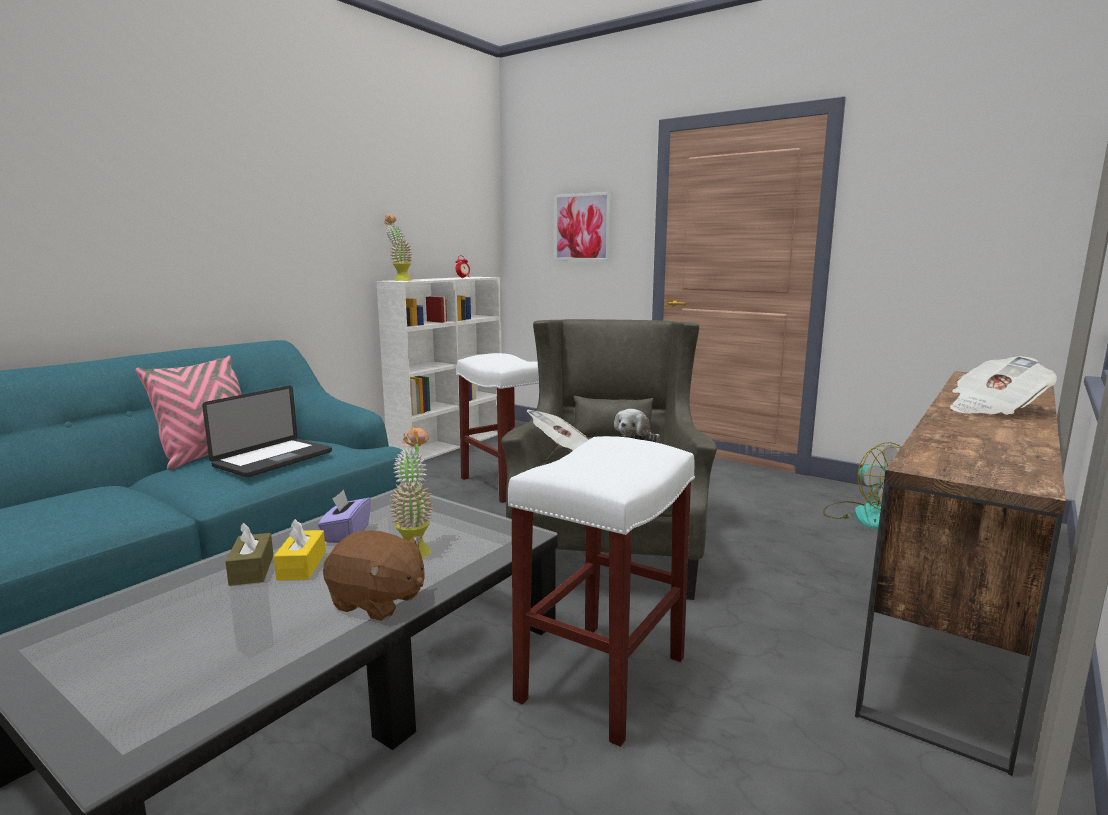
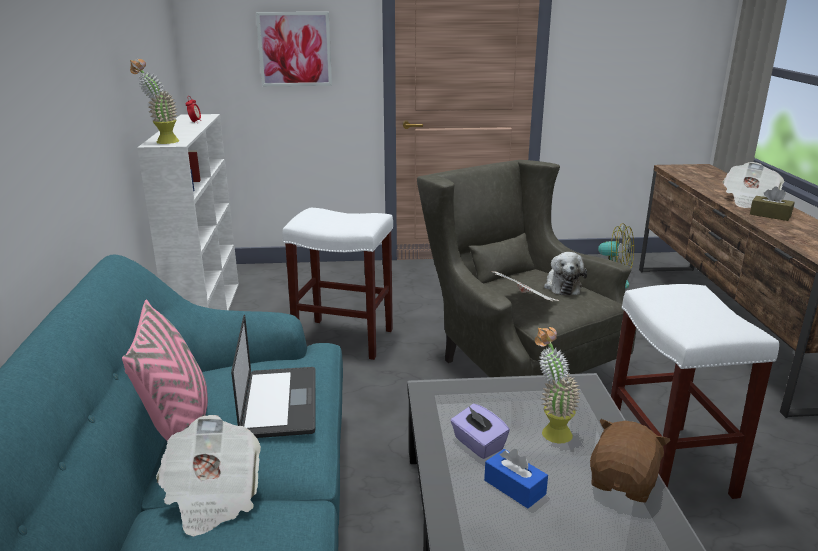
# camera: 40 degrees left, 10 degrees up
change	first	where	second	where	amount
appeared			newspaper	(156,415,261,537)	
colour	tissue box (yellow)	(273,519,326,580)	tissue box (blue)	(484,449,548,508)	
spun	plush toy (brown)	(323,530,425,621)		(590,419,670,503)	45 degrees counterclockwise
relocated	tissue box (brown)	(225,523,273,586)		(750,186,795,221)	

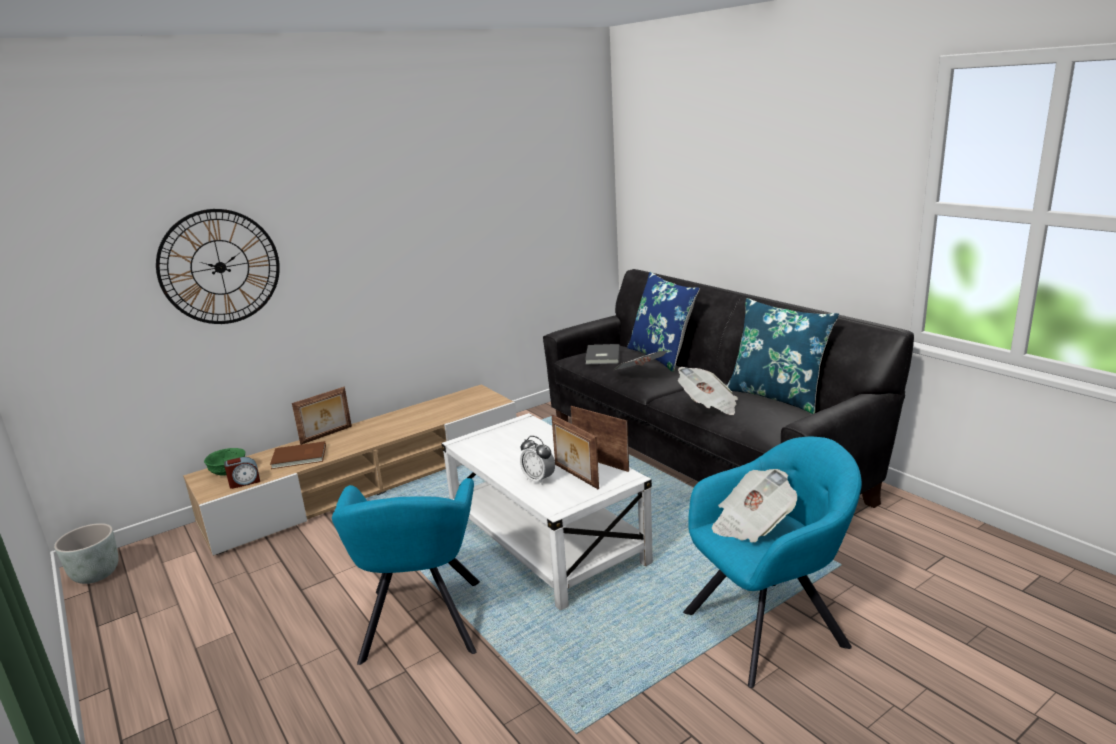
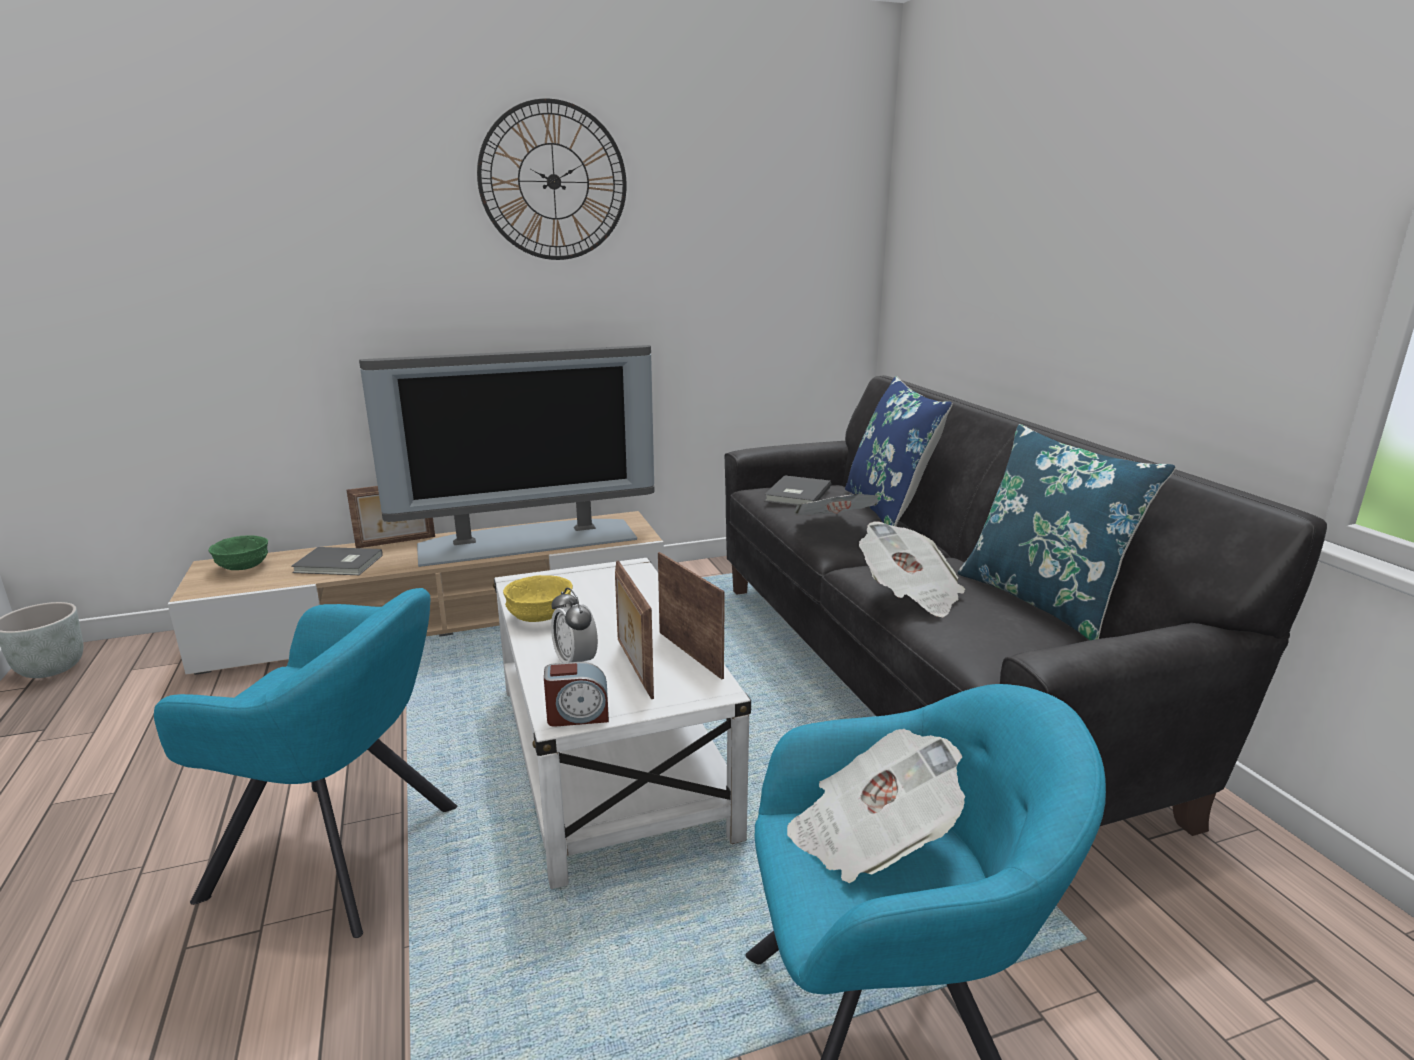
# camera: 15 degrees right, 0 degrees up
change	first	where	second	where	amount
spun	armchair (turquoise)	(332,478,480,665)		(154,588,457,938)	90 degrees counterclockwise
colour	book (brown)	(270,441,326,469)	book (grey)	(291,547,383,575)	
appeared			television	(359,345,654,567)	
relocated	wall clock	(156,209,280,324)		(477,98,627,260)	
appeared			bowl (yellow)	(503,575,573,622)	
relocated	alarm clock	(224,457,260,489)		(544,662,609,727)	

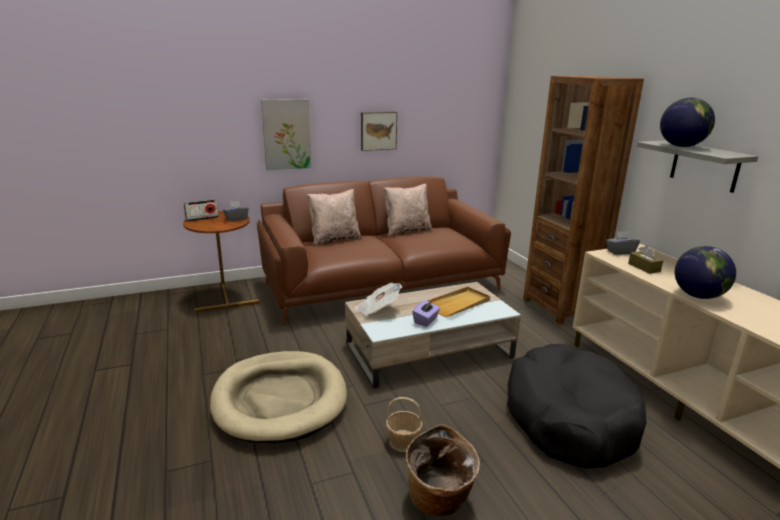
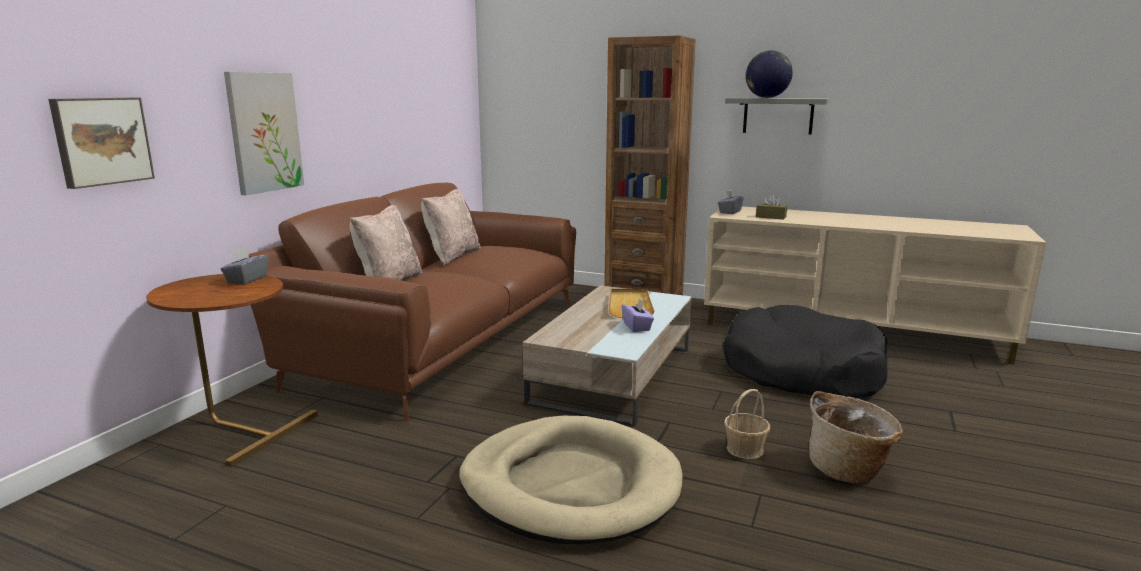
# camera: 45 degrees left, 5 degrees down
change	first	where	second	where	amount
relocated	picture	(361,112,397,151)		(48,98,155,189)	
missing	radio	(184,199,219,221)			
missing	newspaper	(355,282,402,316)			
missing	globe	(675,246,736,299)			

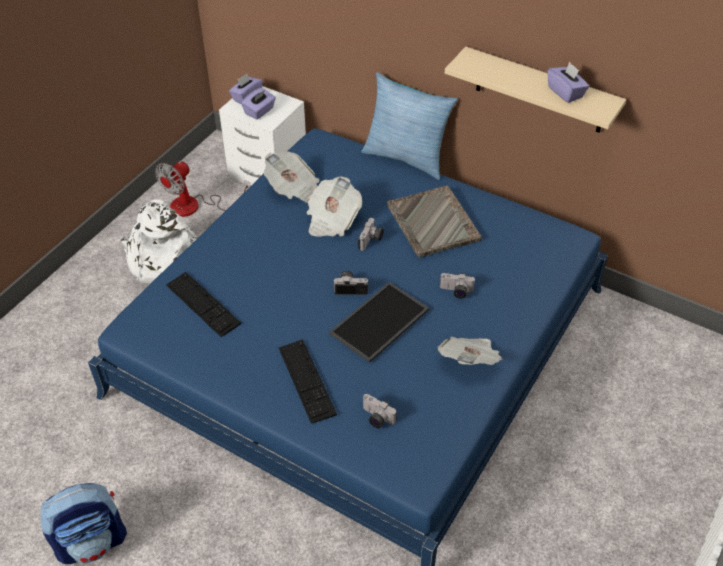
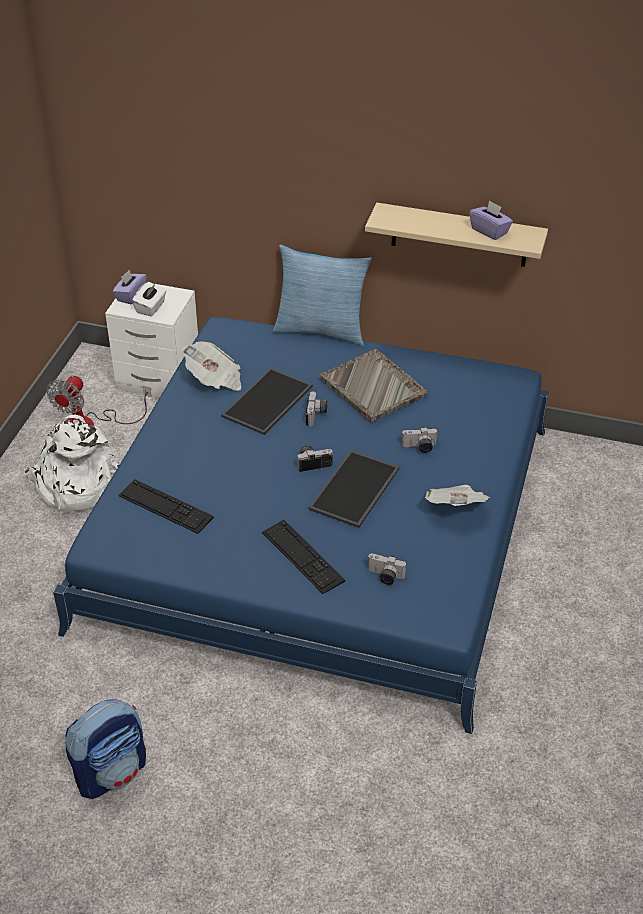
# camera: 15 degrees left, 5 degrees down
change	first	where	second	where	amount
colour	tissue box (purple)	(241,87,276,120)	tissue box (white)	(132,282,167,316)	
exchanged	newspaper	(307,176,362,237)	tray	(221,368,313,435)	

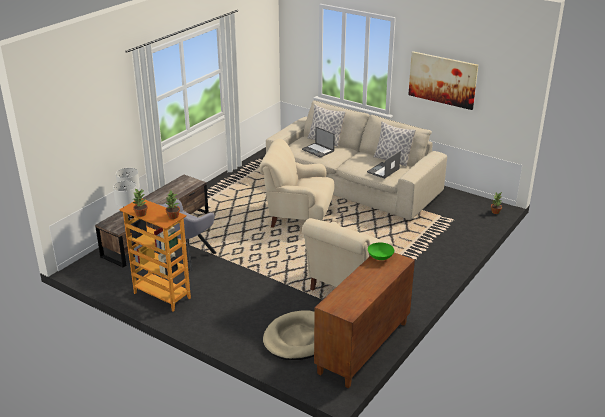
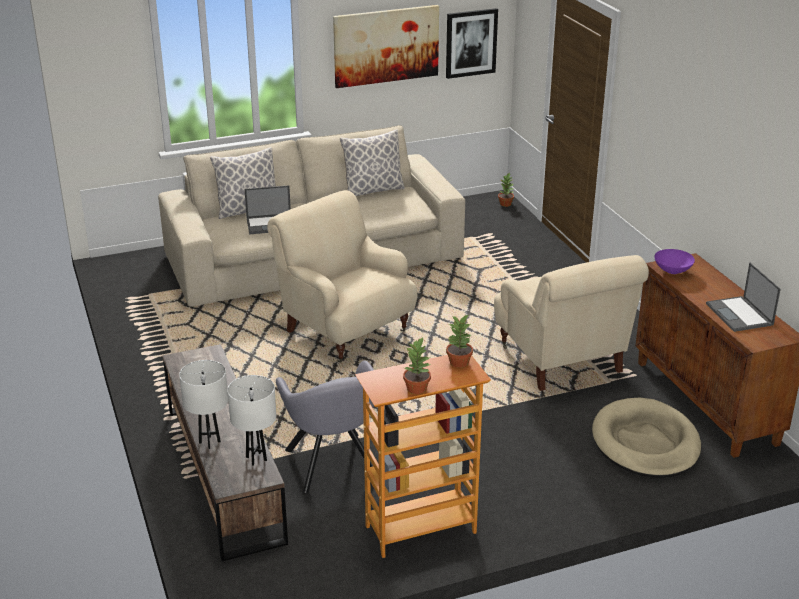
# camera: 55 degrees left, 0 degrees up
change	first	where	second	where	amount
spun	armchair (beige)	(259,139,335,228)		(267,190,417,362)	90 degrees clockwise
appeared			picture	(446,8,498,79)	
colour	bowl (green)	(368,242,394,260)	bowl (purple)	(654,249,695,274)	
relocated	laptop	(367,151,401,179)		(706,263,781,332)	

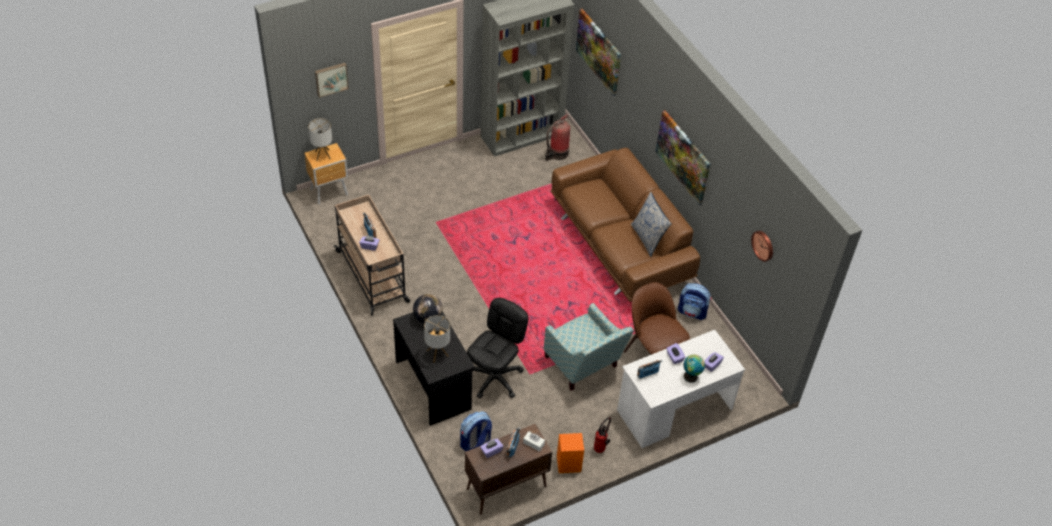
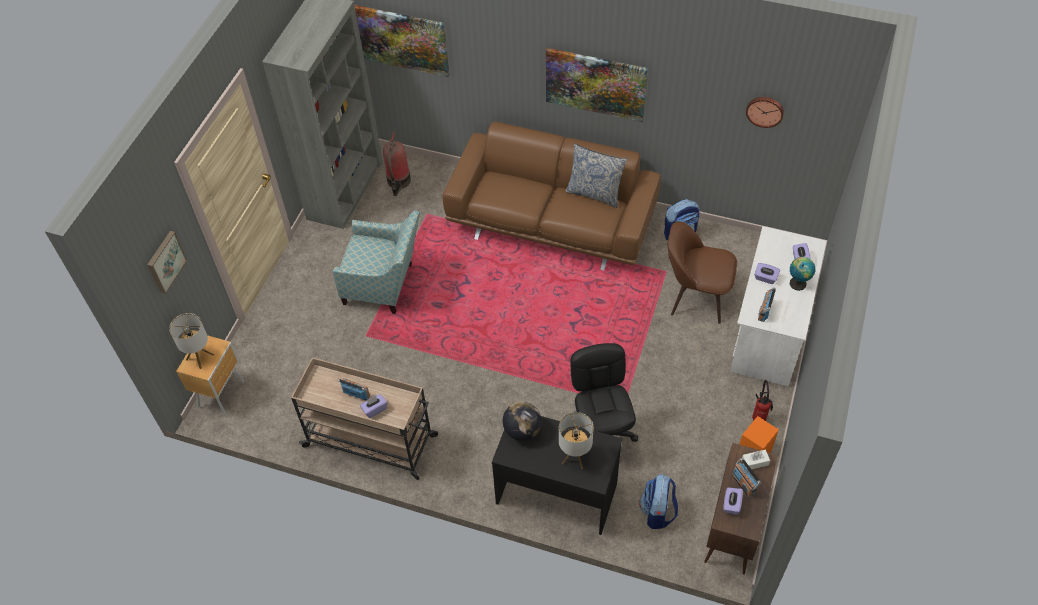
# camera: 40 degrees left, 5 degrees up
change	first	where	second	where	amount
relocated	armchair	(544,303,634,391)		(332,210,420,314)	

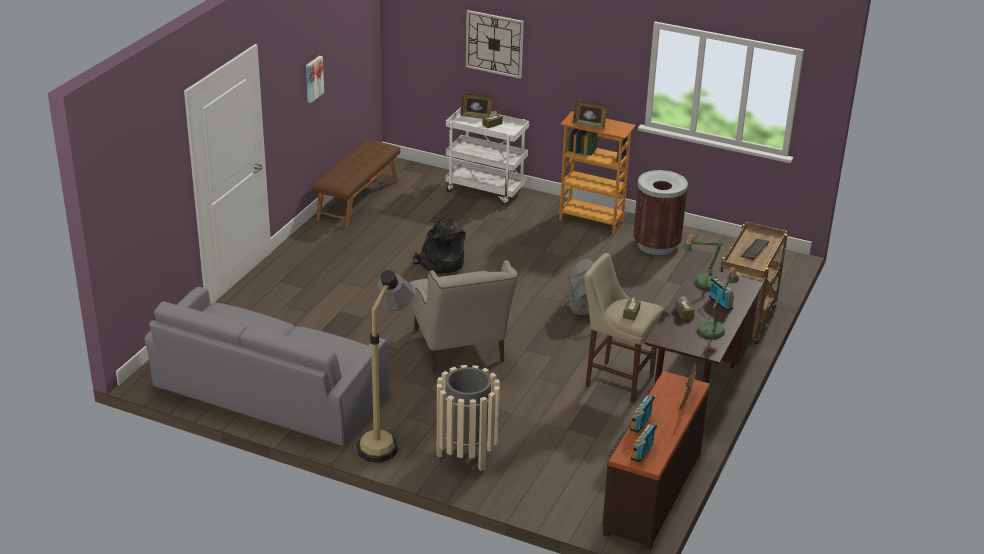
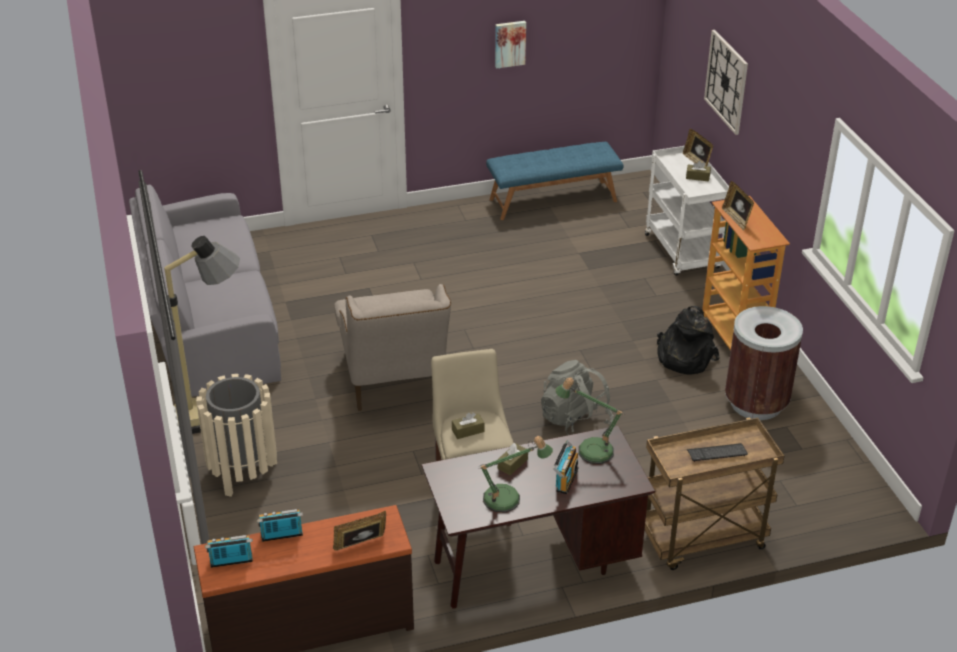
# camera: 50 degrees right, 5 degrees up
change	first	where	second	where	amount
spun	armchair (beige)	(409,260,518,373)		(335,284,451,411)	45 degrees counterclockwise
colour	bench (brown)	(312,140,400,228)	bench (blue)	(486,142,624,220)	
relocated	backpack (black)	(413,217,466,274)		(657,306,720,375)	

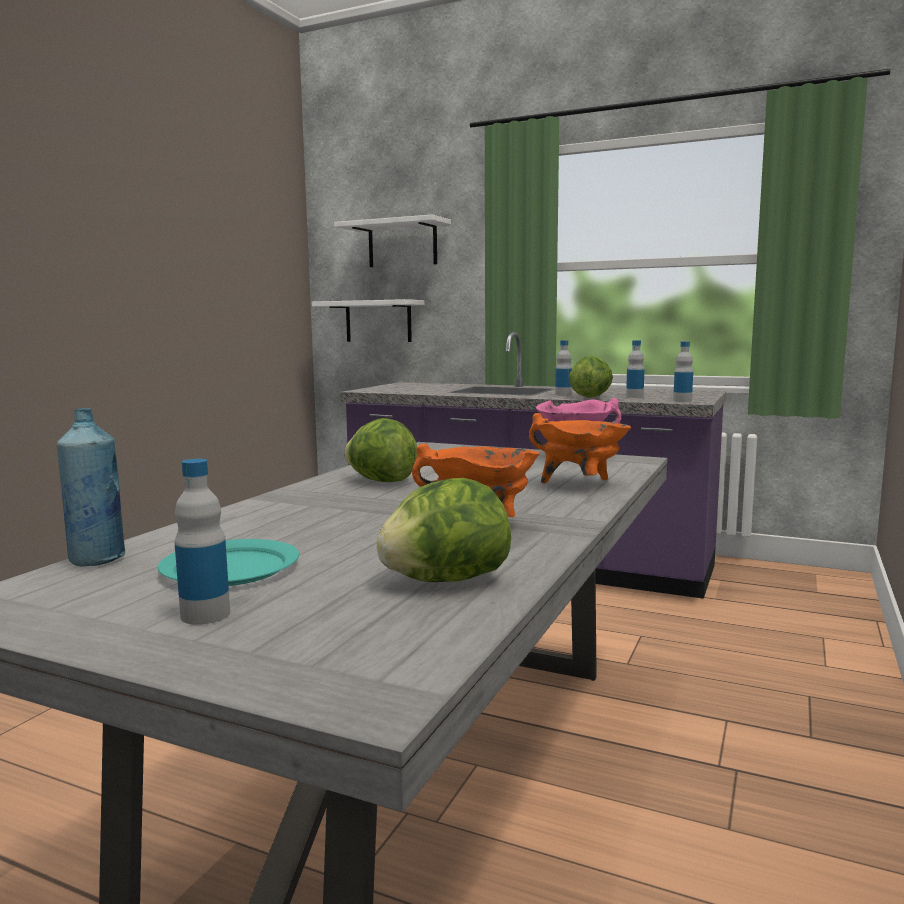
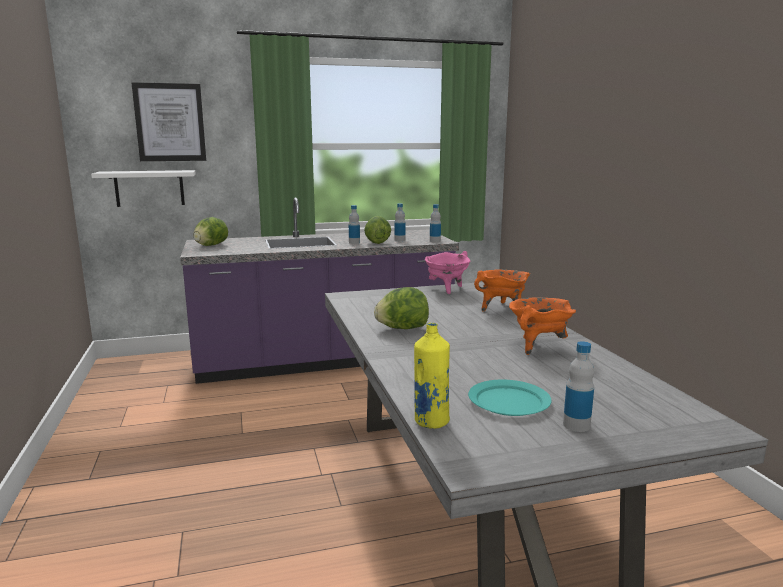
# camera: 40 degrees left, 5 degrees up
change	first	where	second	where	amount
exchanged	shelf (white)	(334,214,451,267)	picture	(131,82,206,161)	
relocated	lettuce	(377,478,511,582)		(193,217,228,246)	
colour	bottle (blue)	(57,408,125,567)	bottle (yellow)	(414,323,450,429)	

